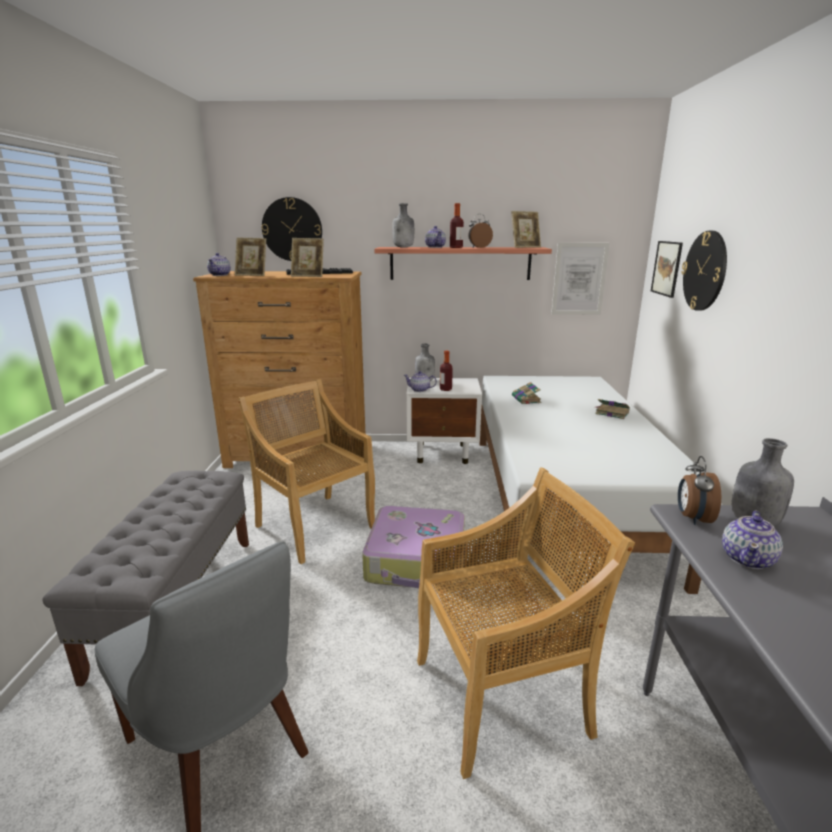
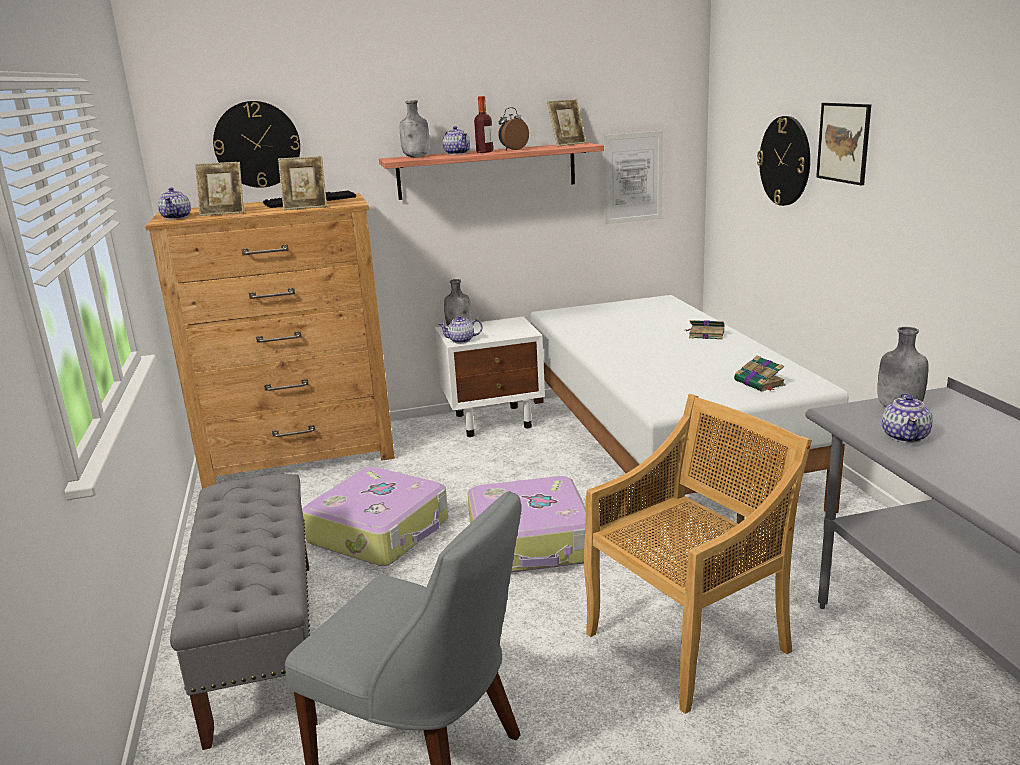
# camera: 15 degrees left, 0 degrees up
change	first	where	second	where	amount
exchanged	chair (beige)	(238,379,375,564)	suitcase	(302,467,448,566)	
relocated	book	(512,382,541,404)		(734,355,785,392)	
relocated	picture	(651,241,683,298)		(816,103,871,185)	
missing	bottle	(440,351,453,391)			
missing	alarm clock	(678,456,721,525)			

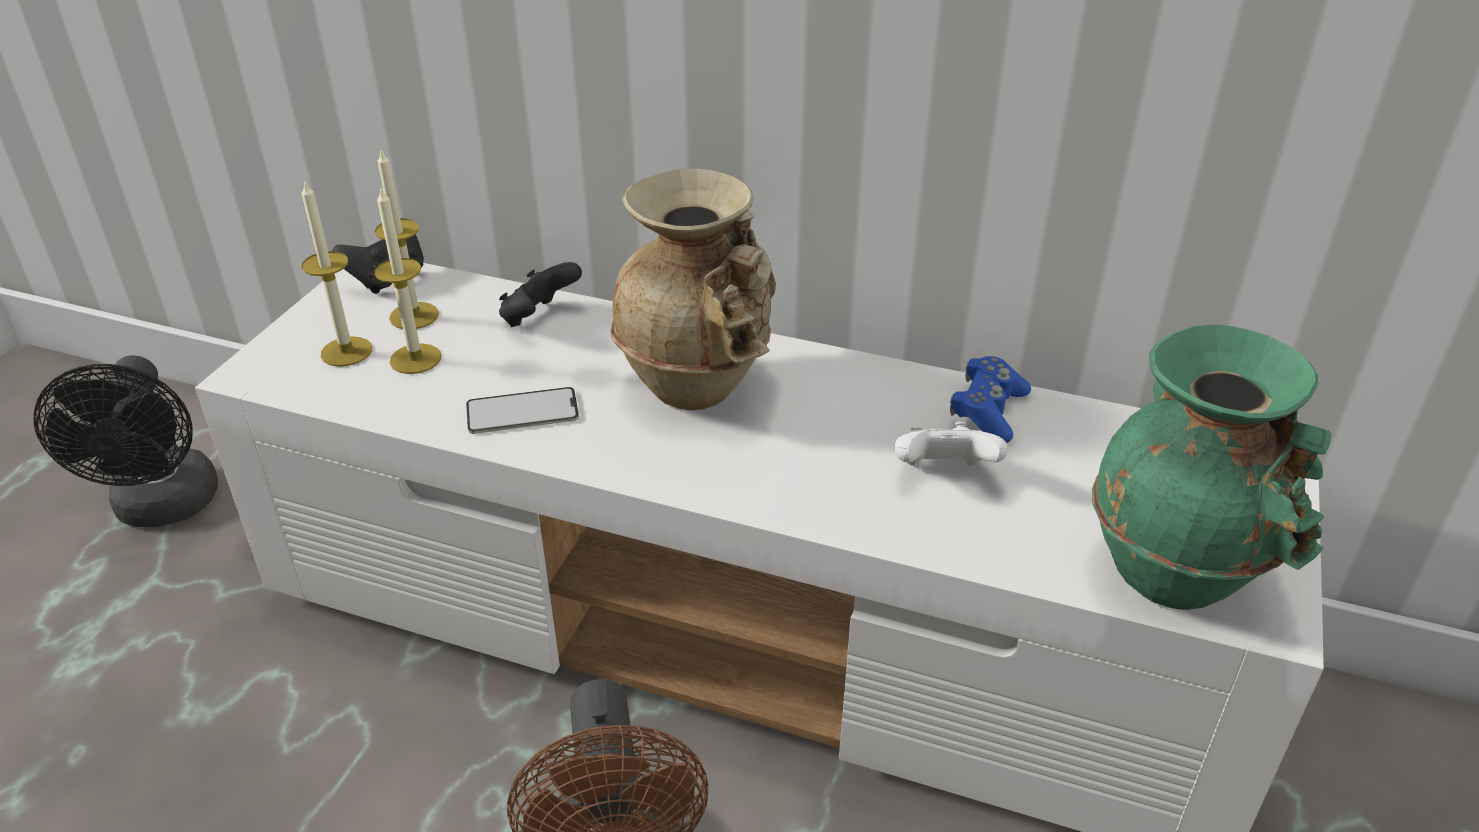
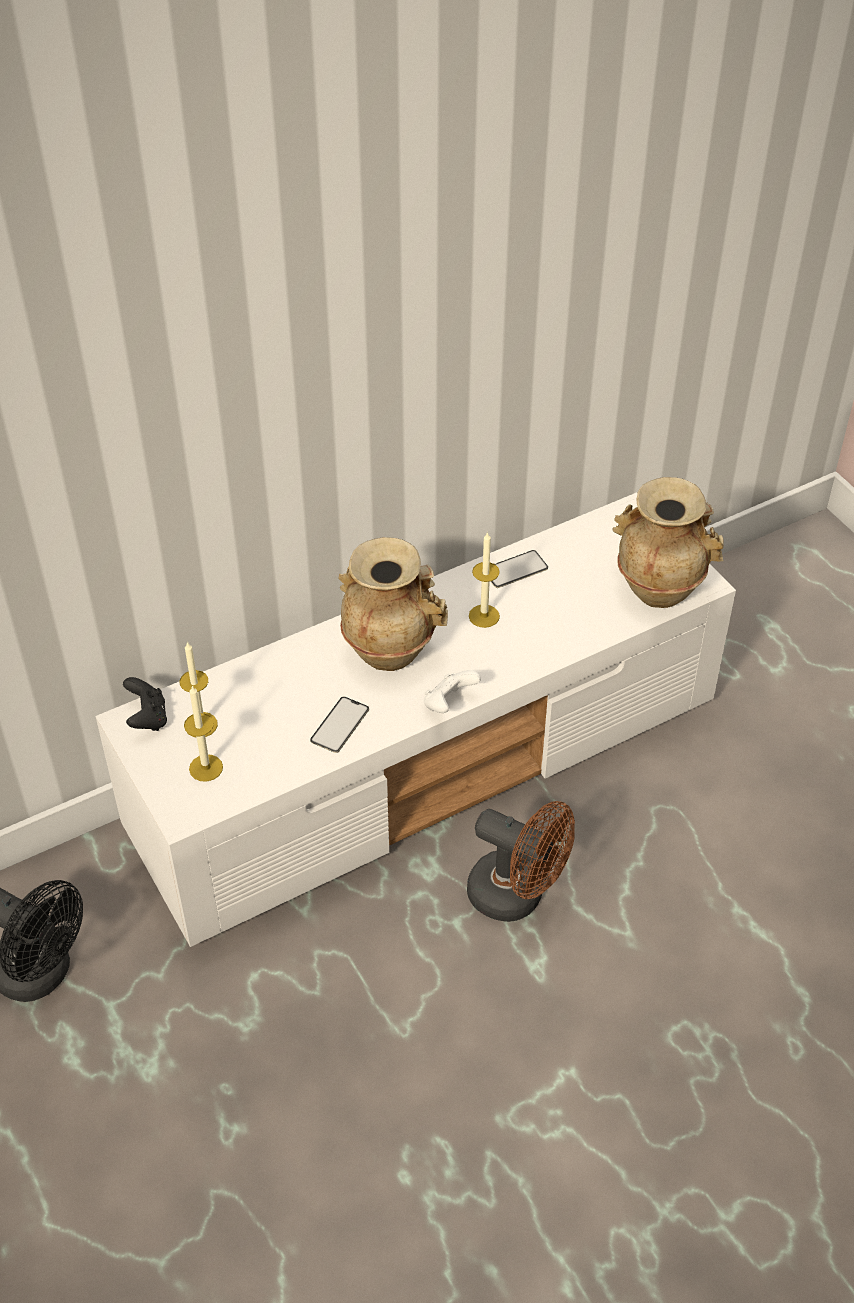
# camera: 50 degrees left, 10 degrees up
change	first	where	second	where	amount
relocated	game controller (white)	(895,422,1008,466)		(424,670,481,713)	
relocated	candle	(374,186,442,374)		(469,532,500,628)	
exchanged	game controller (blue)	(950,356,1031,443)	phone	(490,550,548,588)	
colour	vase (green)	(1092,324,1331,610)	vase (beige)	(613,477,724,608)	
missing	game controller (black)	(499,262,582,327)			

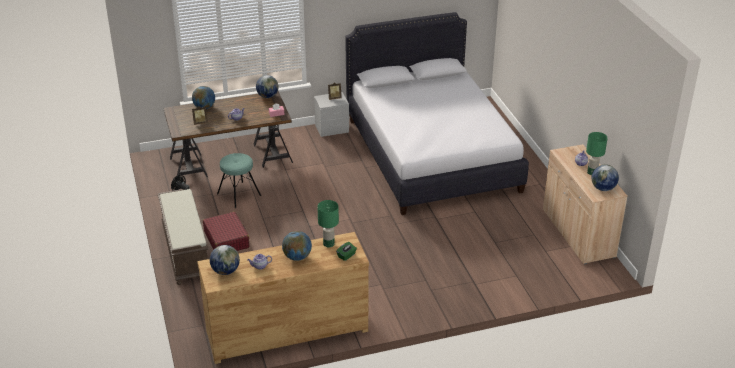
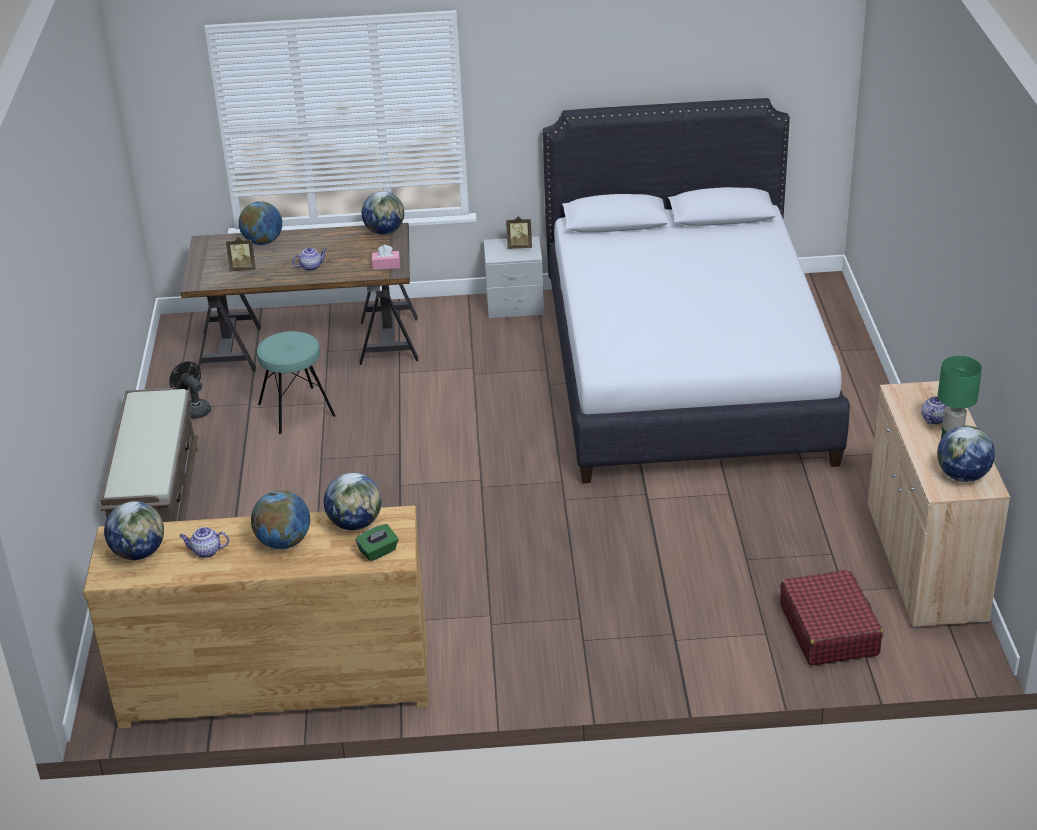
# camera: 15 degrees right, 0 degrees up
change	first	where	second	where	amount
exchanged	table lamp (green)	(317,200,339,247)	globe	(324,472,382,530)	
relocated	suitcase (red)	(203,212,249,251)		(780,570,883,666)	

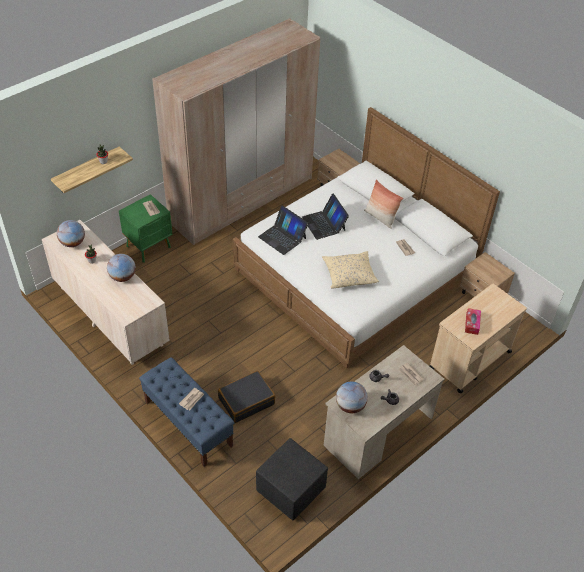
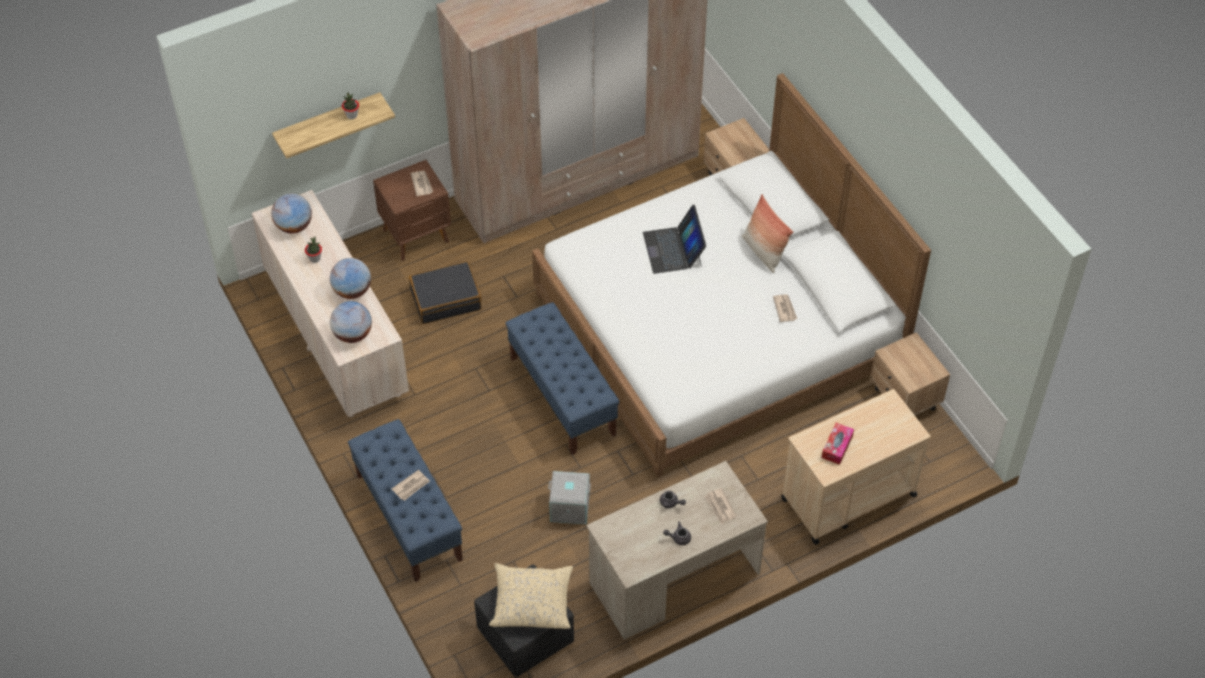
# camera: 15 degrees right, 5 degrees up
change	first	where	second	where	amount
relocated	globe	(336,381,368,413)		(330,301,372,343)	
colour	nightstand (green)	(119,194,173,263)	nightstand (brown)	(373,160,451,261)	
relocated	suitcase (black)	(218,371,275,423)		(409,261,482,324)	
relocated	pillow (beige)	(322,251,379,289)		(489,563,573,629)	
appeared			bench (blue)	(505,302,620,455)	
appeared			storage box (grey)	(548,471,591,525)	
missing	laptop	(258,205,308,255)			

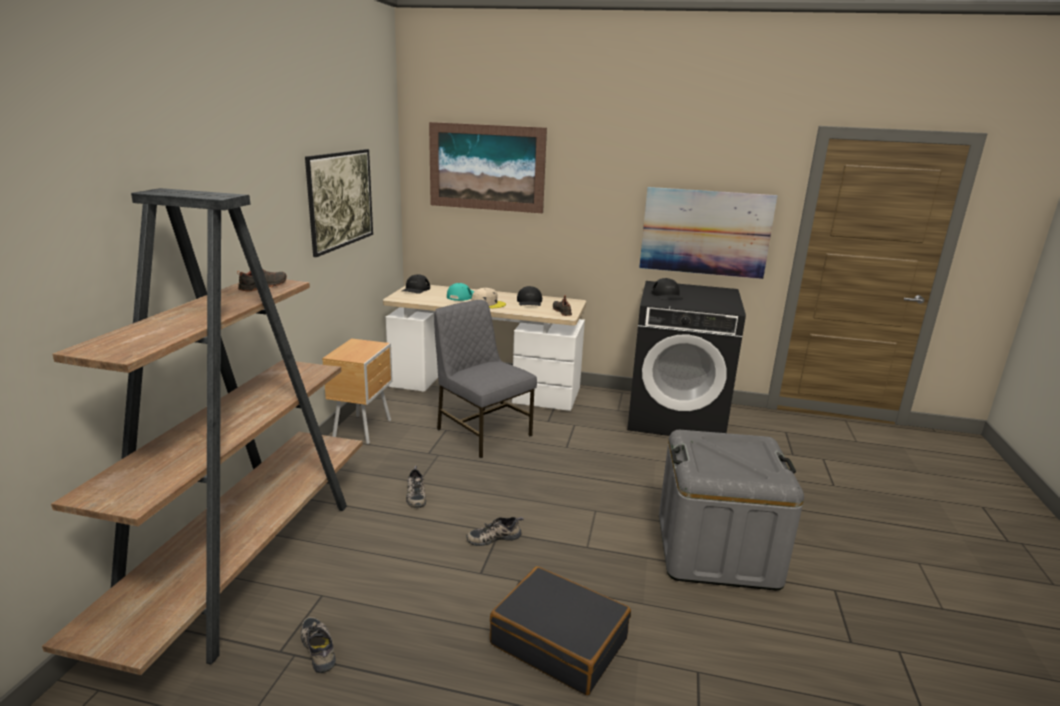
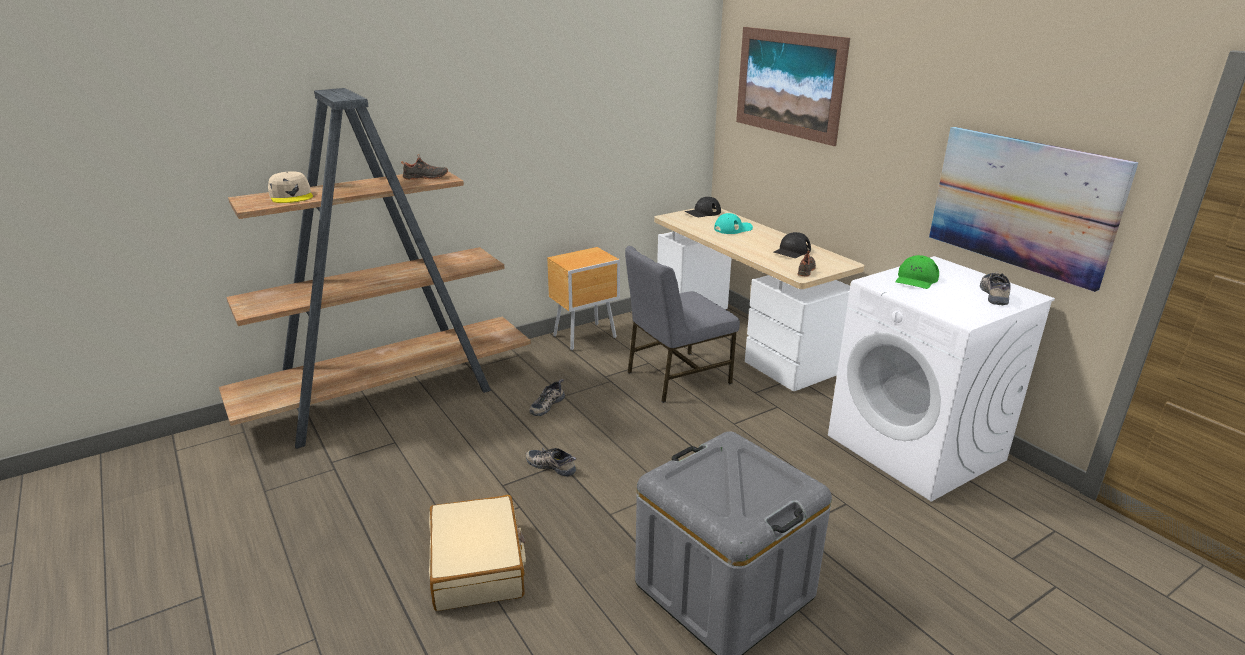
# camera: 45 degrees right, 5 degrees up
change	first	where	second	where	amount
relocated	cap (beige)	(472,288,506,308)		(268,171,313,203)	
colour	suitcase (black)	(490,566,631,695)	suitcase (beige)	(429,495,526,611)	
spun	chair (grey)	(434,300,537,458)		(625,246,740,403)	120 degrees counterclockwise
colour	washing machine (black)	(627,281,746,436)	washing machine (white)	(828,256,1055,501)	
colour	cap (black)	(651,278,683,299)	cap (green)	(895,255,939,289)	
relocated	shoe	(301,617,336,673)		(980,272,1010,305)	
missing	picture	(305,149,373,257)			

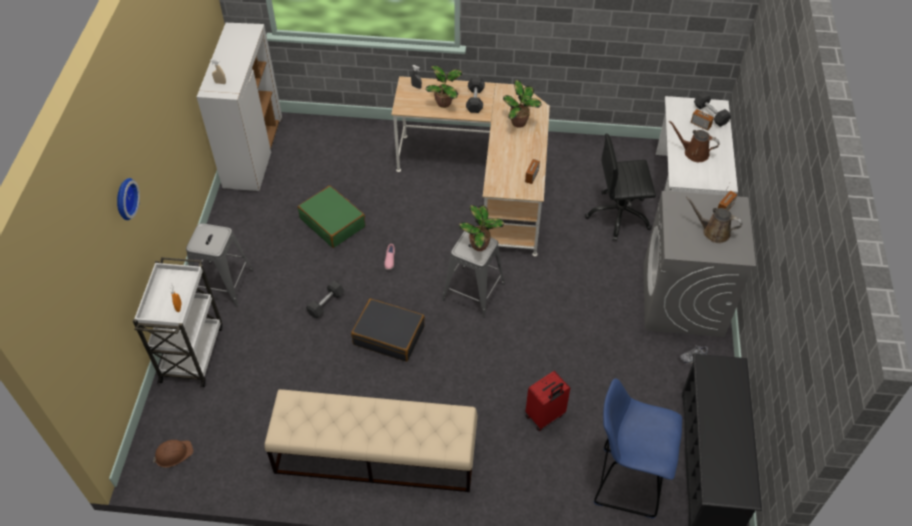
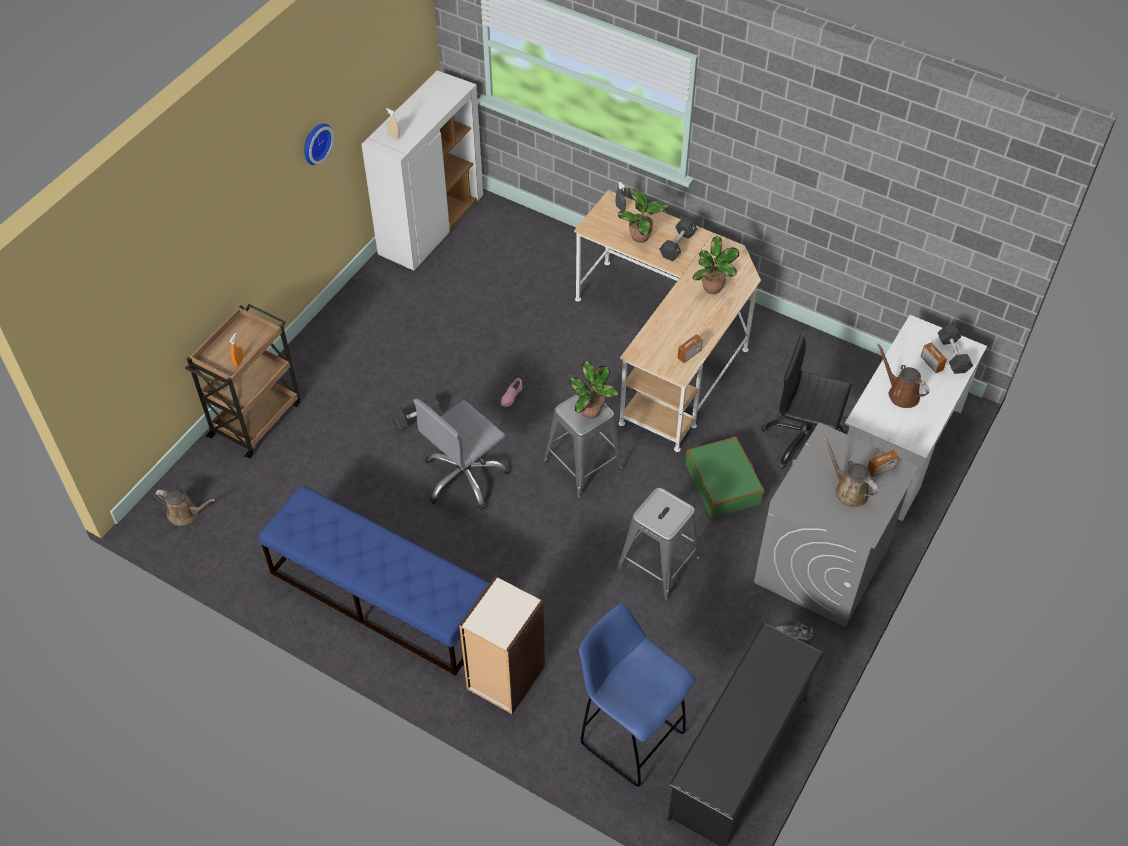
# camera: 25 degrees right, 0 degrees up
change	first	where	second	where	amount
exchanged	hard hat (brown)	(152,440,193,468)	watering can (brown)	(154,488,215,526)	
colour	cart (white)	(133,257,222,387)	cart (brown)	(185,304,300,458)	
colour	bench (beige)	(264,389,478,492)	bench (blue)	(259,485,490,676)	
relocated	wall clock	(117,178,140,220)		(304,123,334,165)	
exchanged	suitcase (black)	(351,299,425,362)	office chair (grey)	(414,398,510,510)	
appeared			bookcase	(459,576,545,714)	
relocated	stool (grey)	(186,223,254,307)		(617,488,701,601)	
relocated	suitcase (green)	(298,186,365,248)		(685,437,764,518)	
missing	suitcase (red)	(526,371,570,431)			

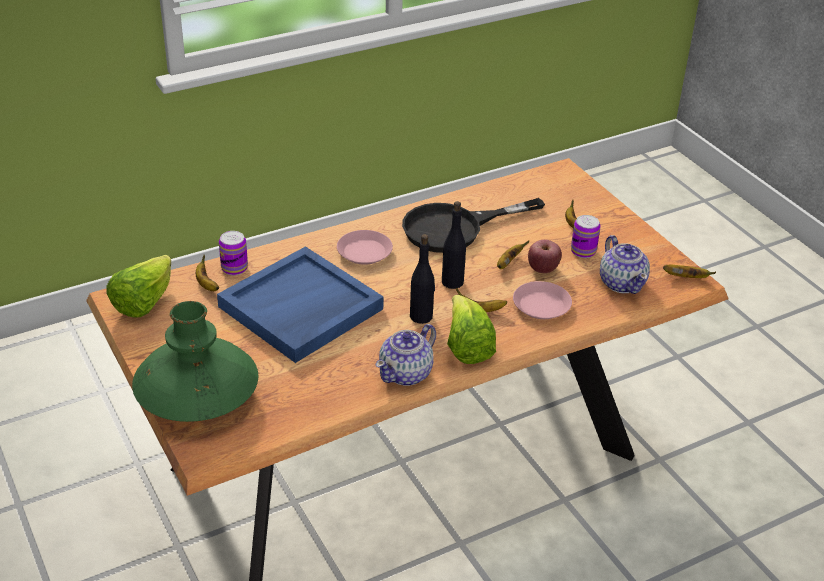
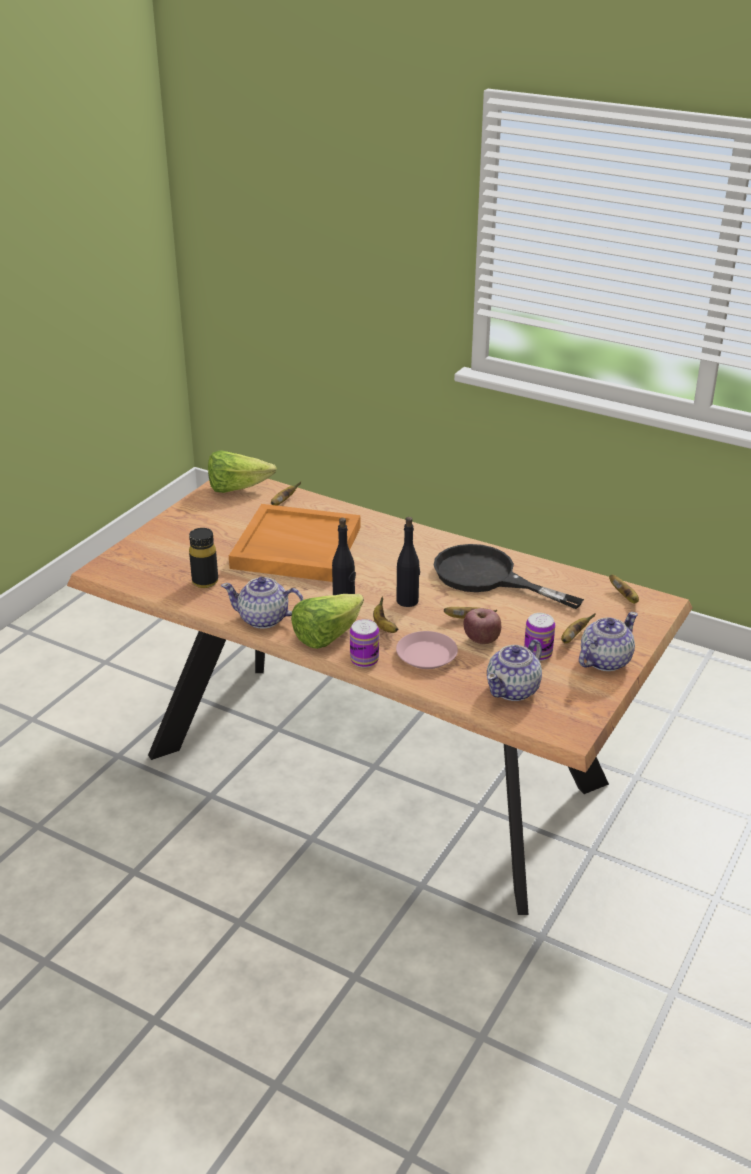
# camera: 60 degrees right, 5 degrees down
change	first	where	second	where	amount
appeared			bottle (black)	(189,528,218,588)	
colour	tray (blue)	(217,246,384,363)	tray (orange)	(229,504,360,582)	
relocated	can	(219,231,248,275)		(350,619,379,668)	
appeared			teapot	(579,612,638,671)	
relocated	banana	(663,265,716,278)		(609,575,639,604)	
missing	vase (green)	(132,301,258,422)			
missing	plate (pink)	(337,230,393,265)			

